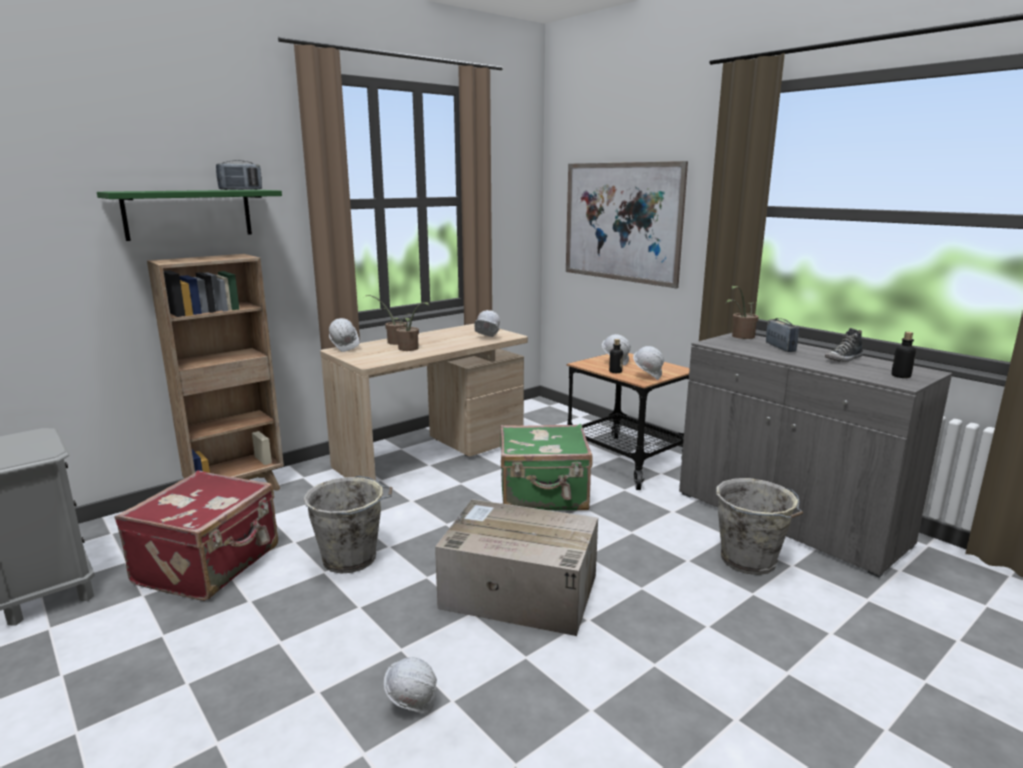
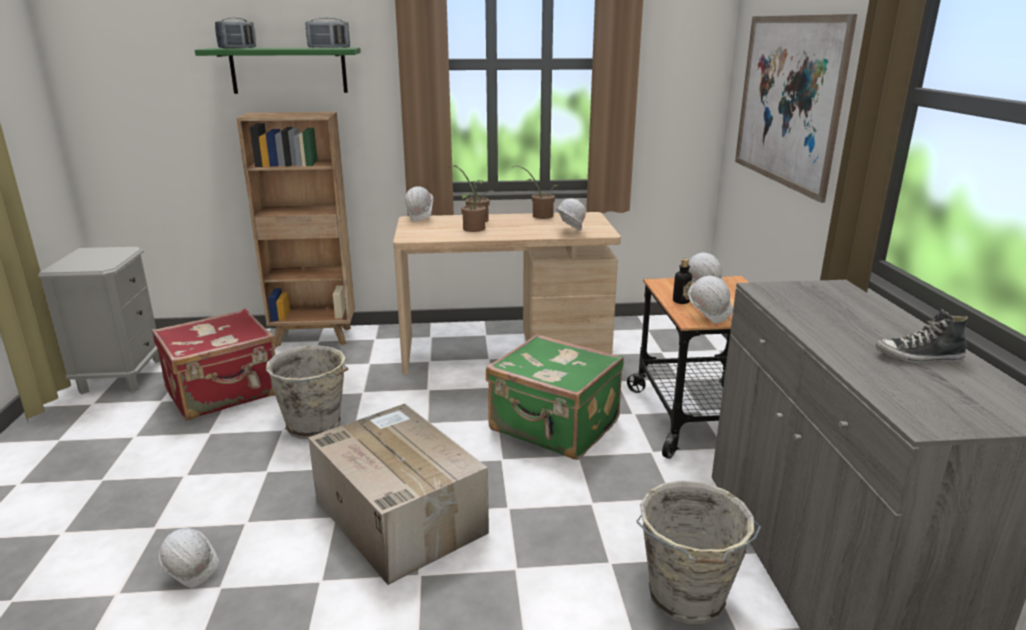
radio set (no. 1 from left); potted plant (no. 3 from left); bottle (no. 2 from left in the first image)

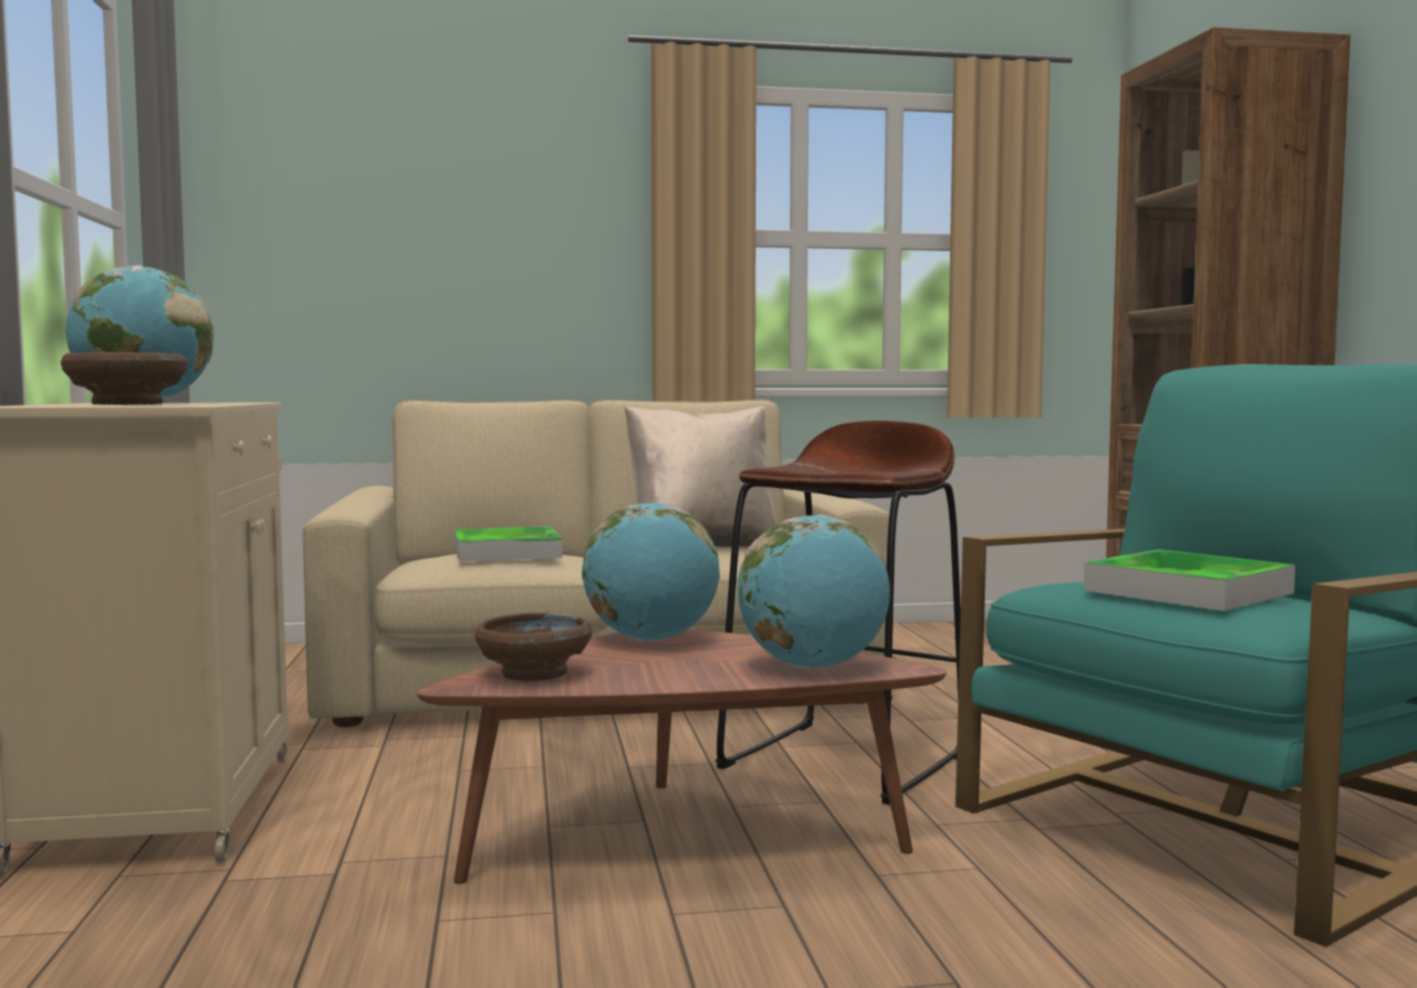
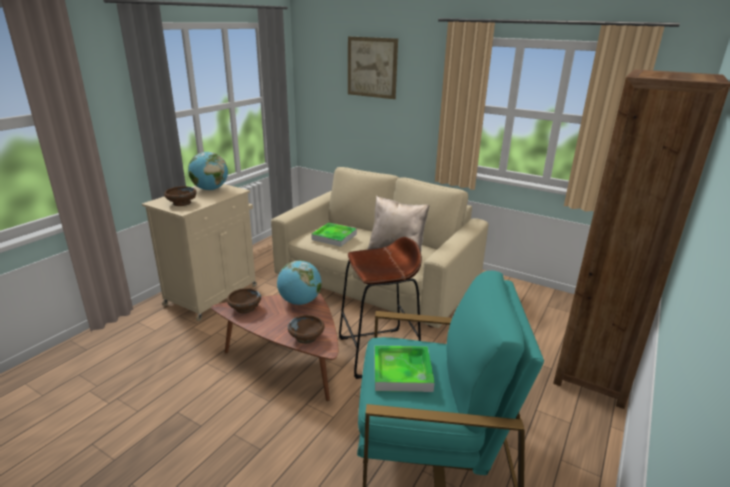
brown bowl (no. 3 from left); wall picture

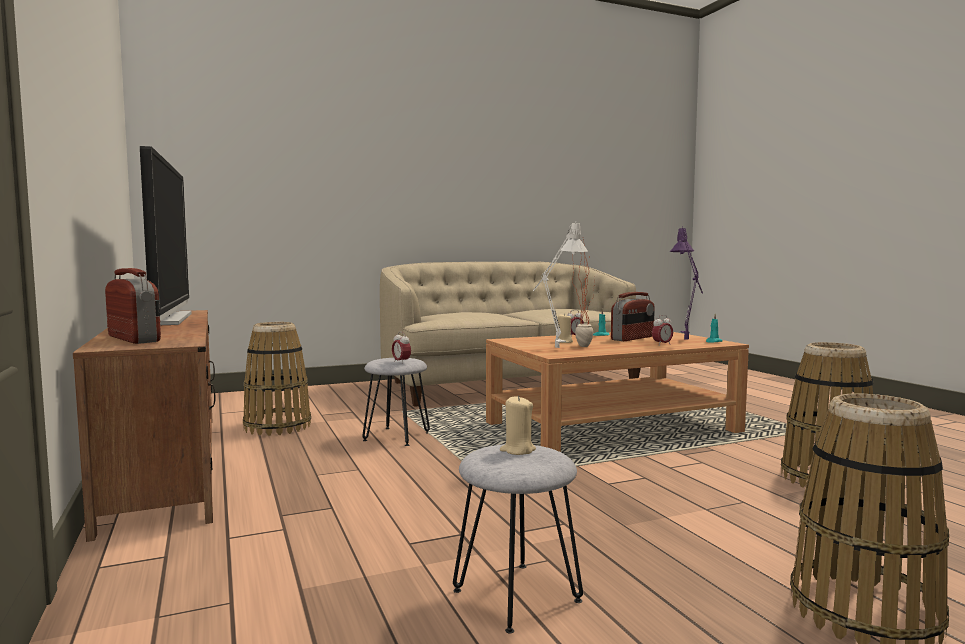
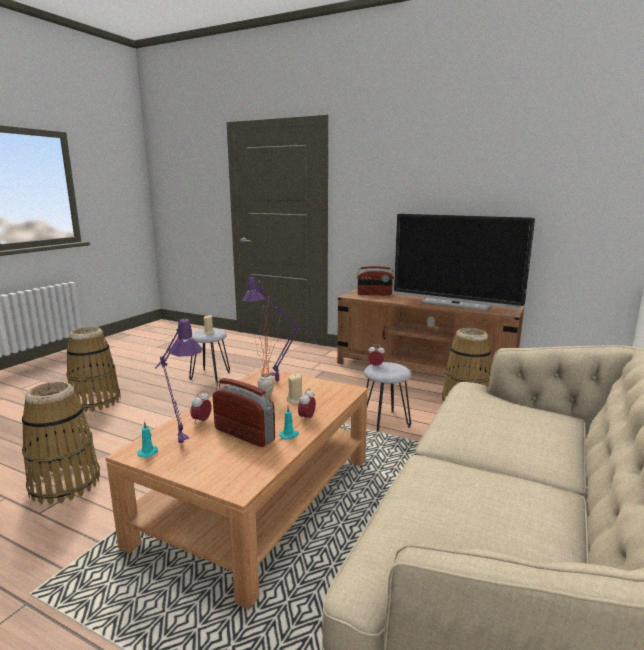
radio set (no. 1 from left); purple-coloured lamp for a table (no. 2 from left)

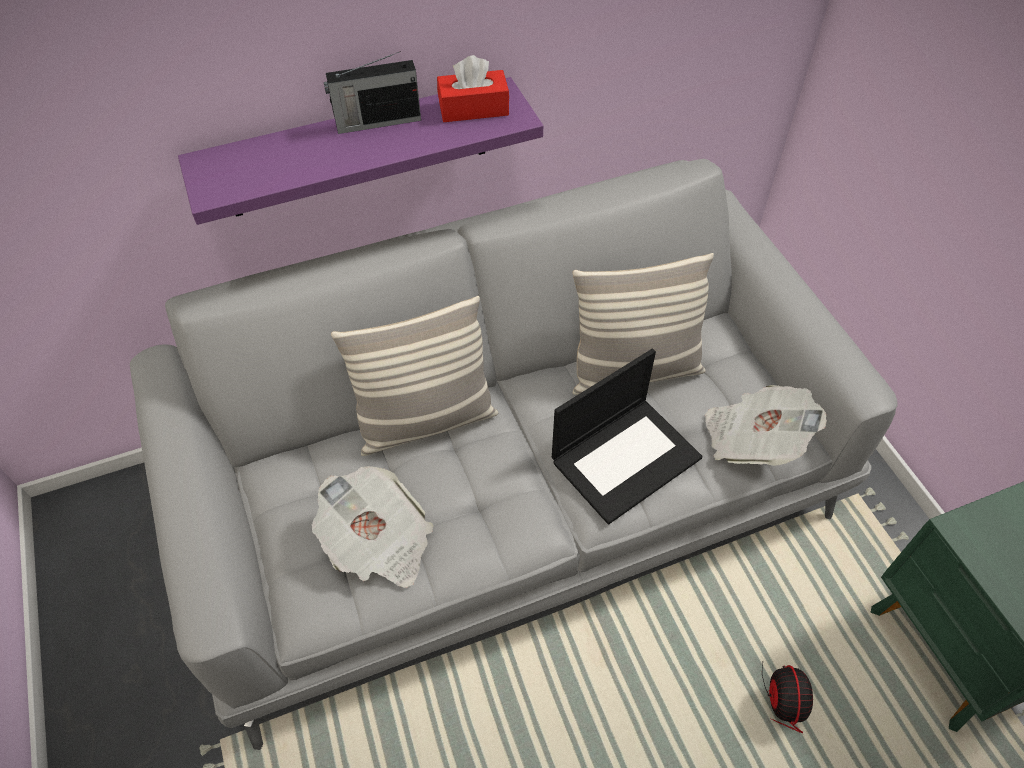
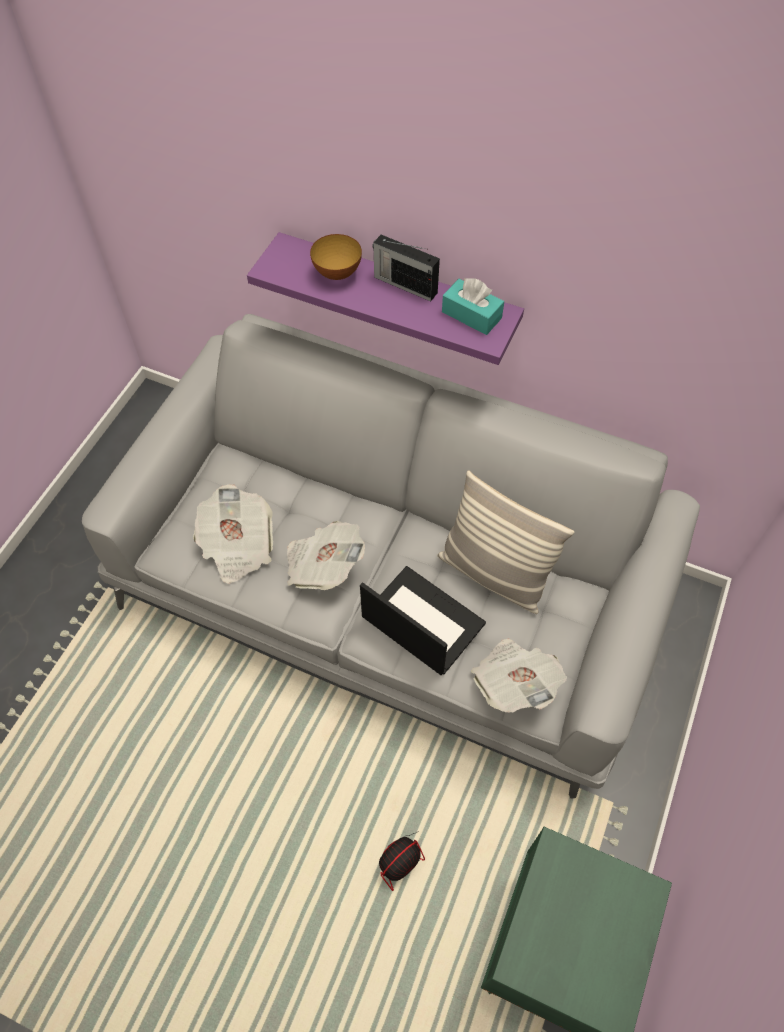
printed paper (no. 2 from left); bowl; portable computer; turquoise tissue holder; pillow (no. 1 from left in the first image)

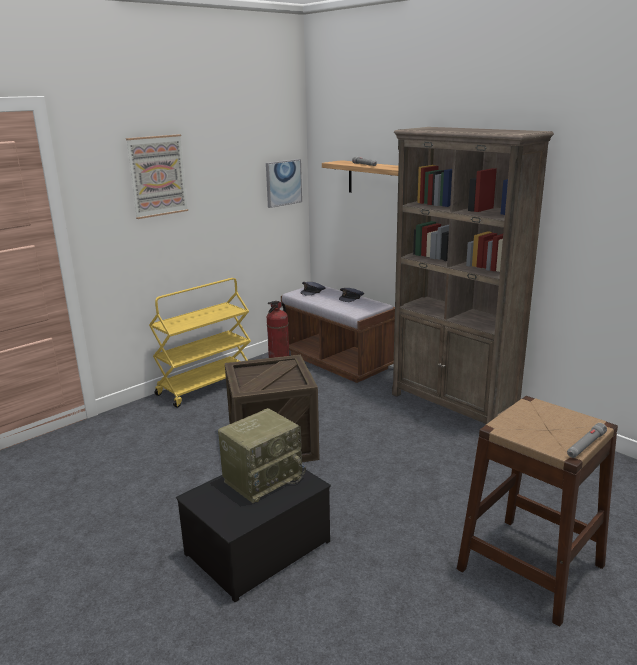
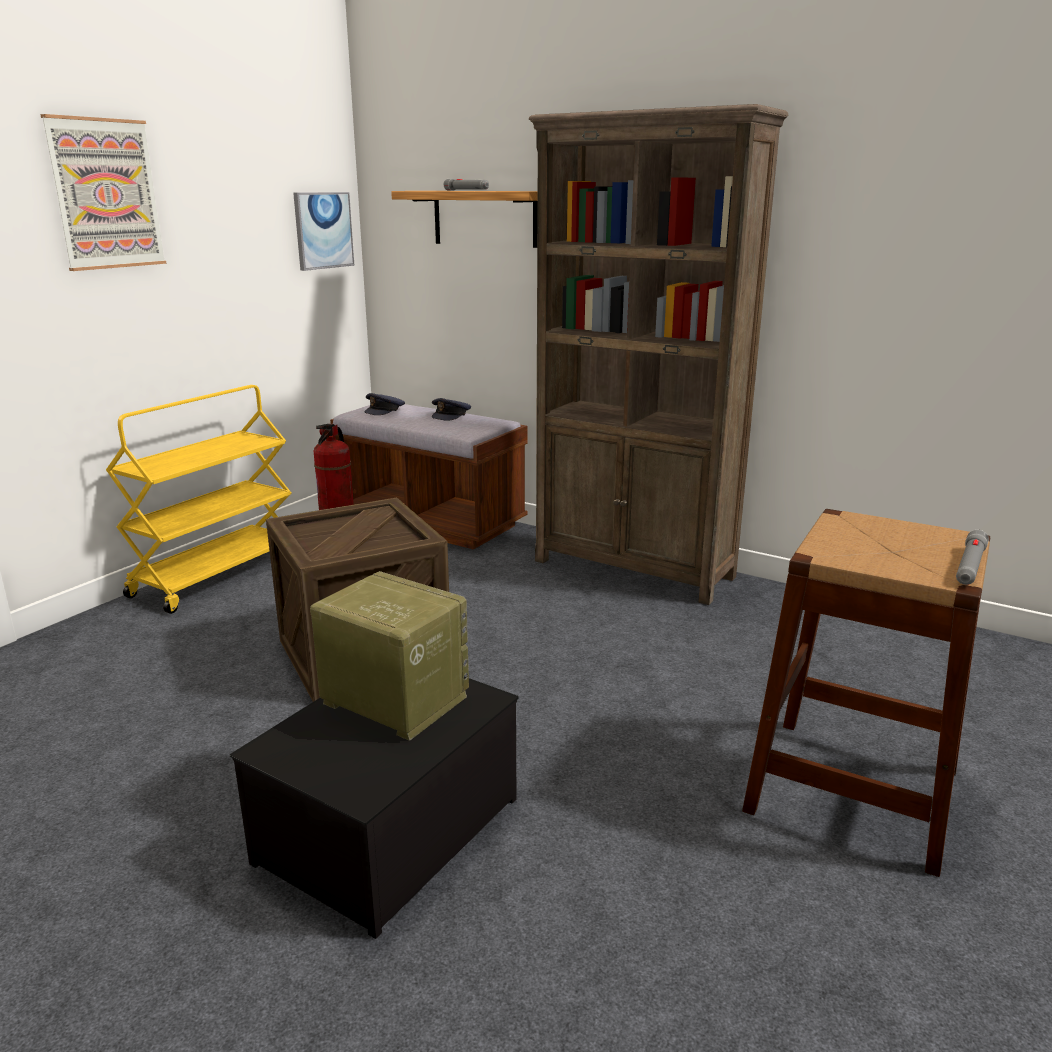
radio set

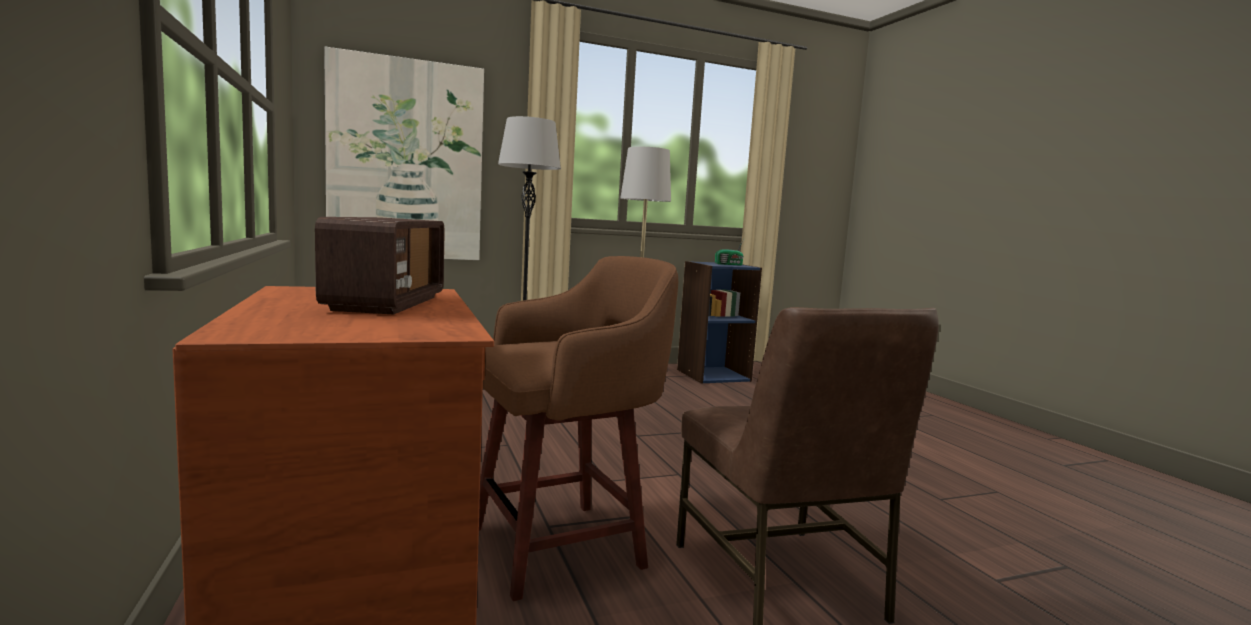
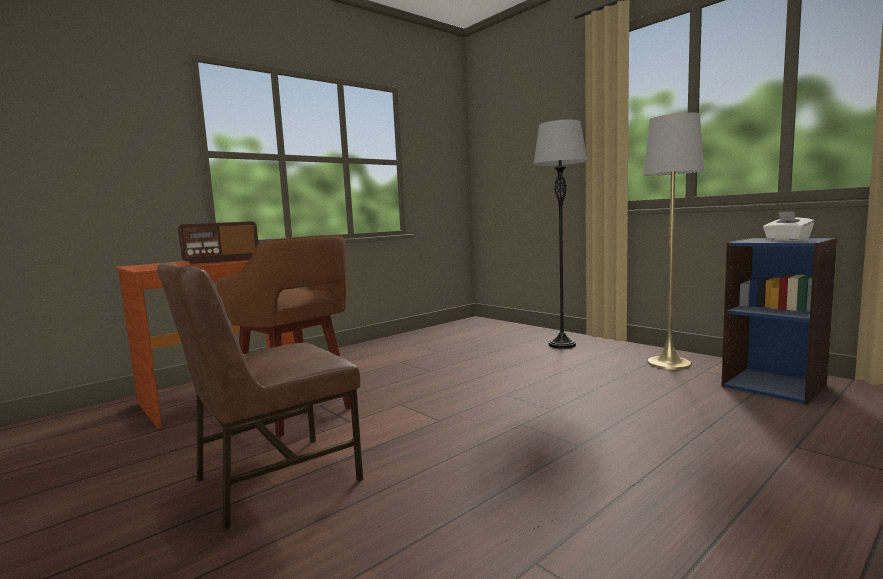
white-coloured tissue holder; wall picture

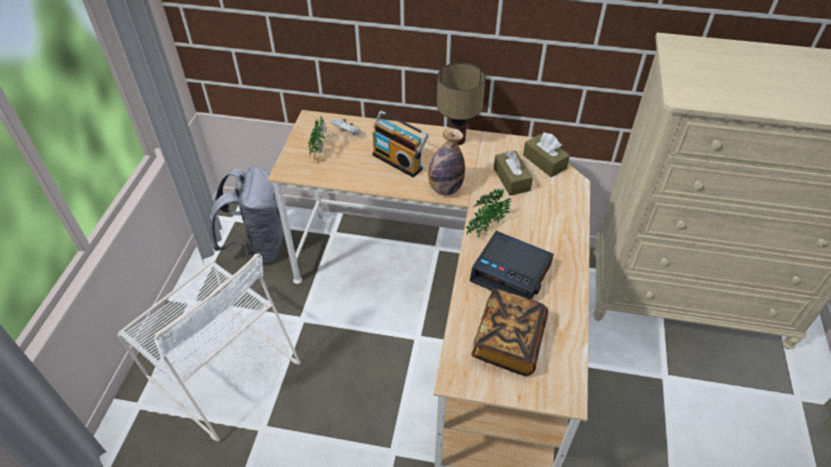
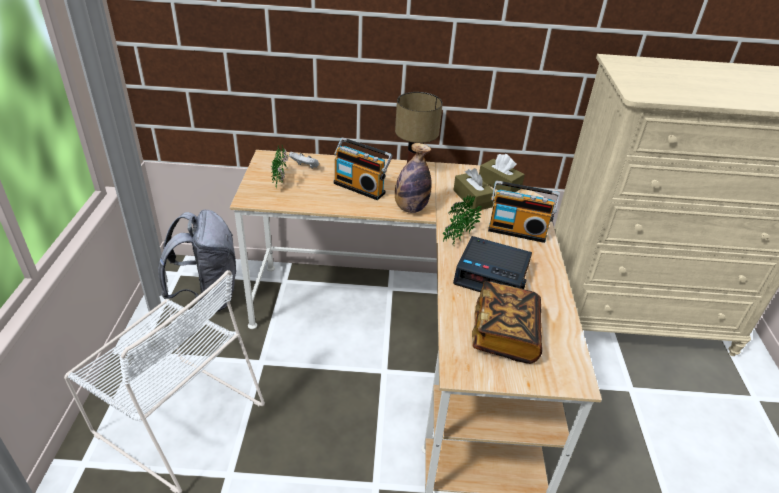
radio set (no. 2 from left)

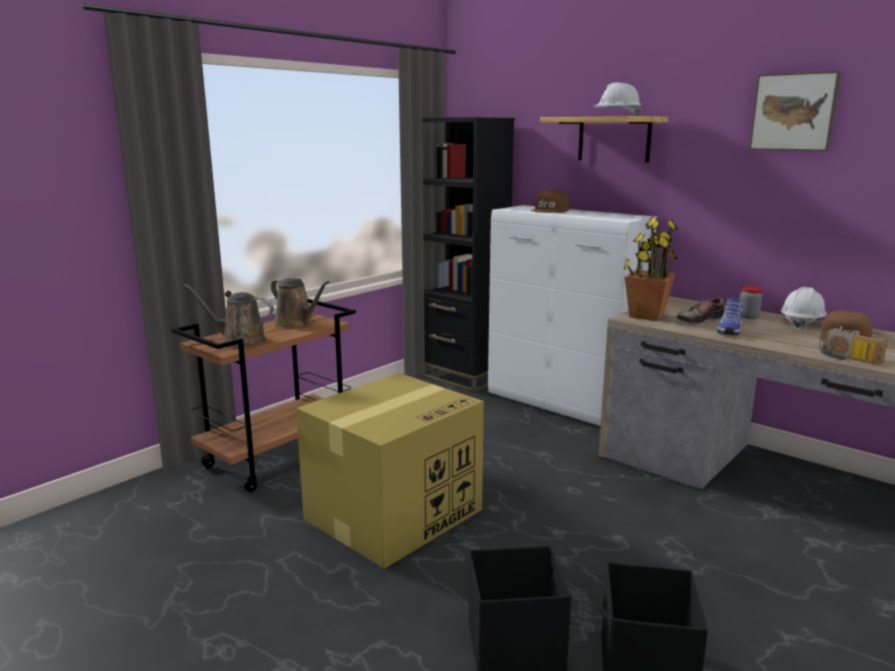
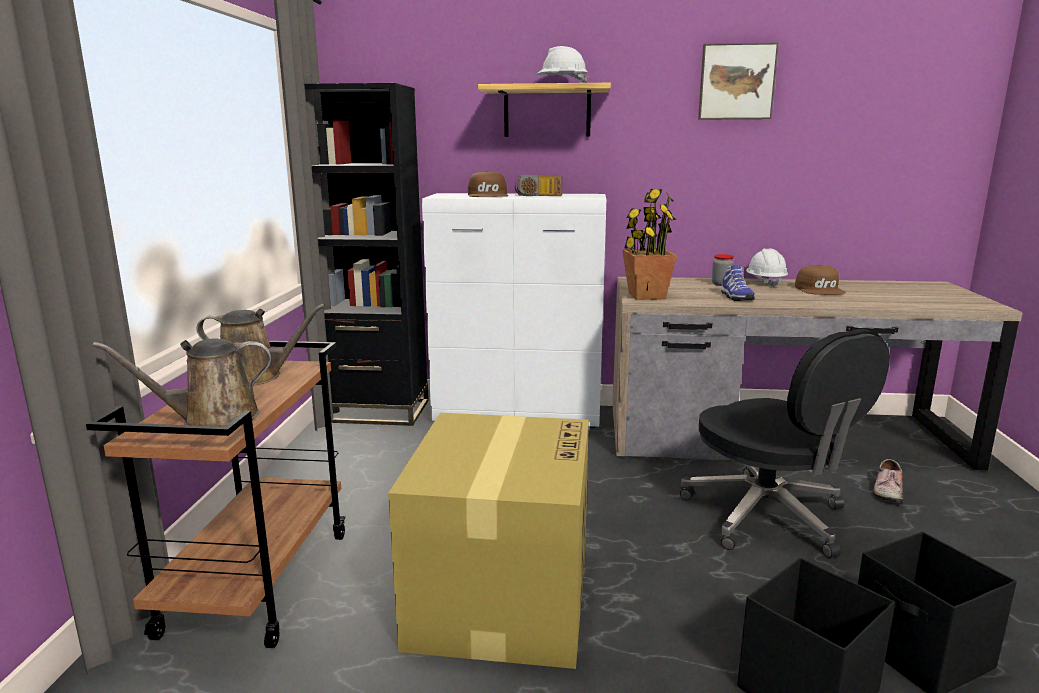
radio set; black-coloured computer chair; low shoe (no. 2 from left)

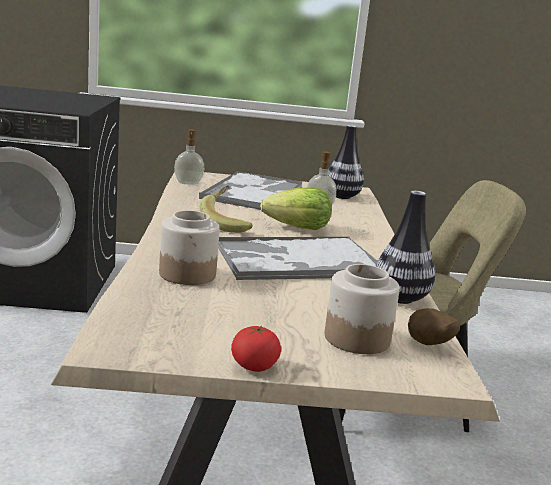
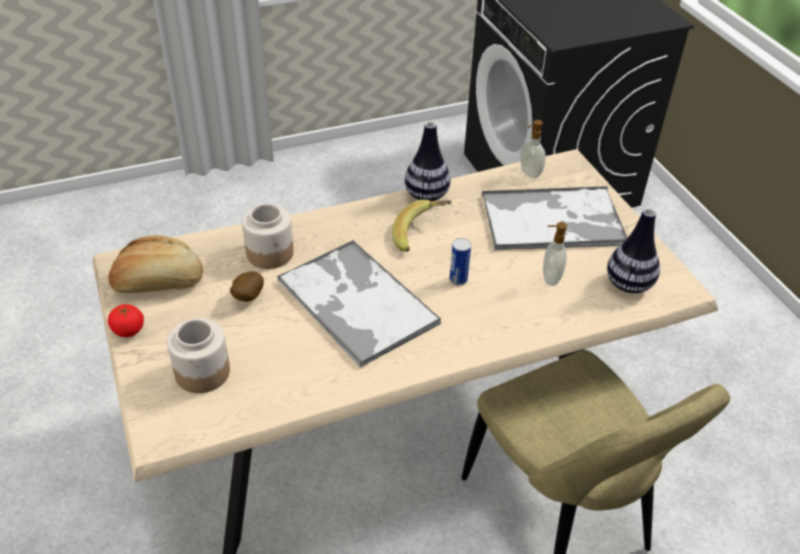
baked bread; spud; decorative vase (no. 1 from left); metal can

